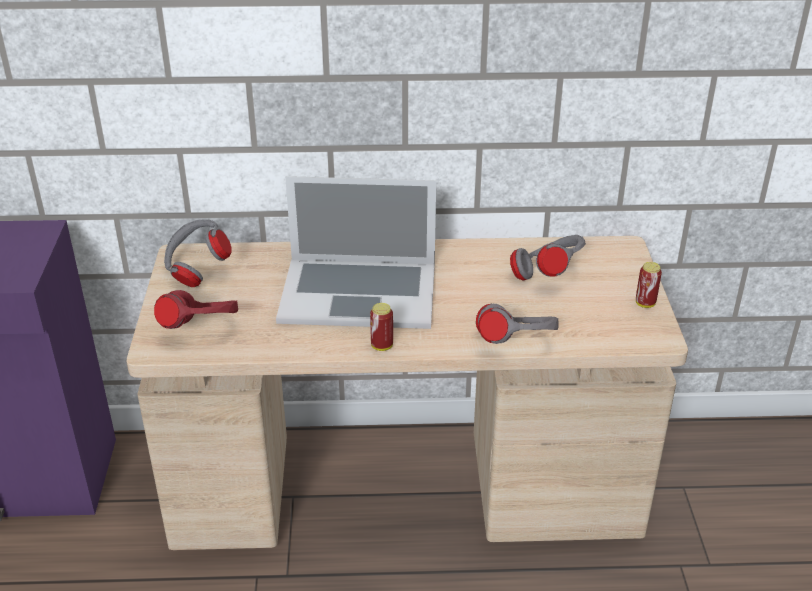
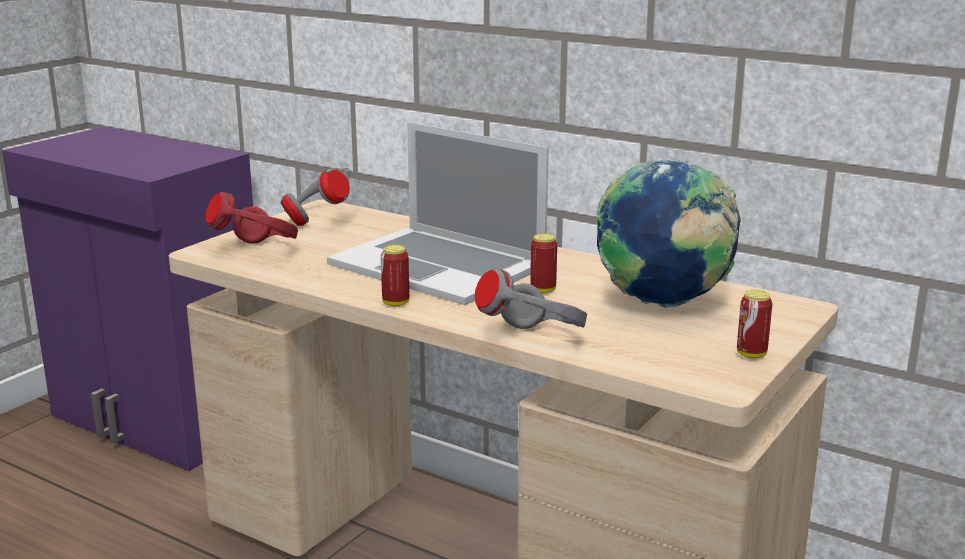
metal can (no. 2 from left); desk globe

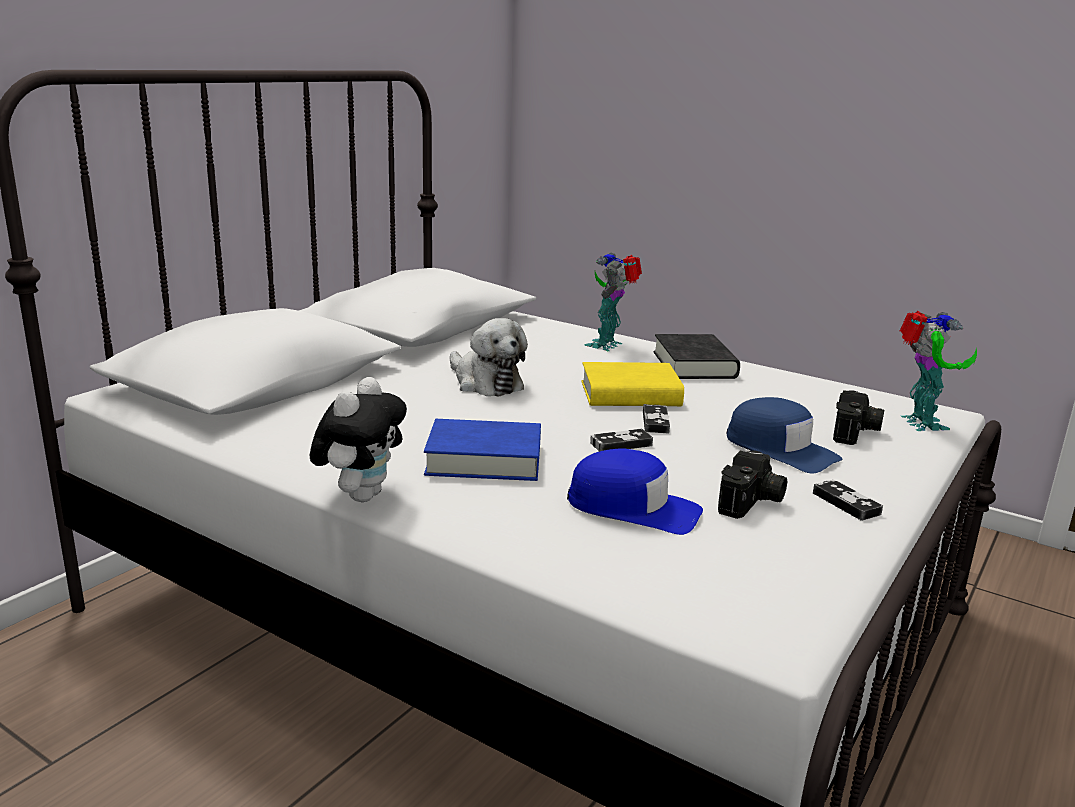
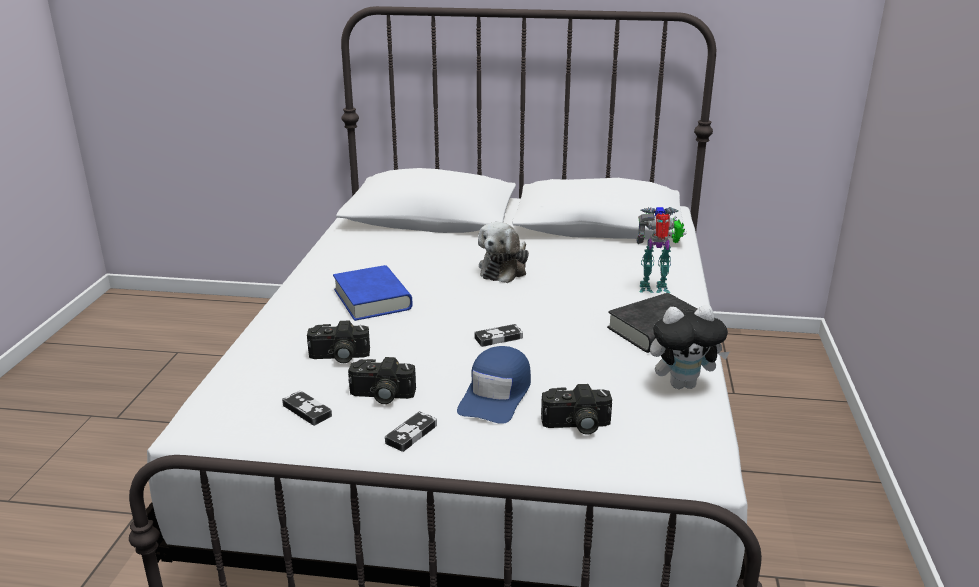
game controller (no. 1 from left); photo camera (no. 1 from left); soft toy (no. 2 from left); yellow bound book; toy robot (no. 2 from left in the first image)

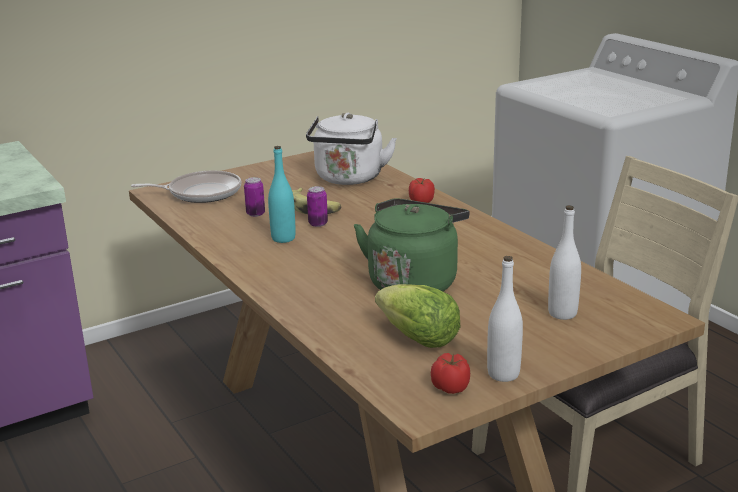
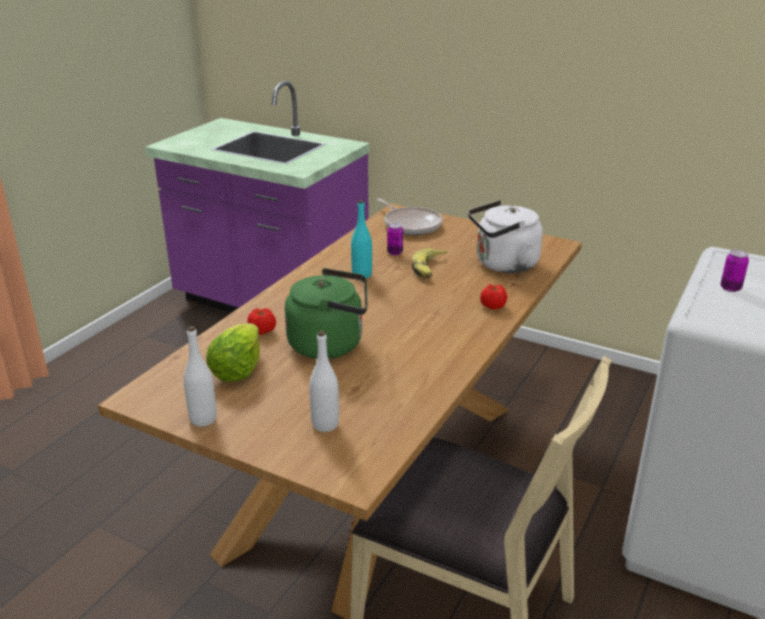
tomato (no. 1 from left); metal can (no. 2 from left)

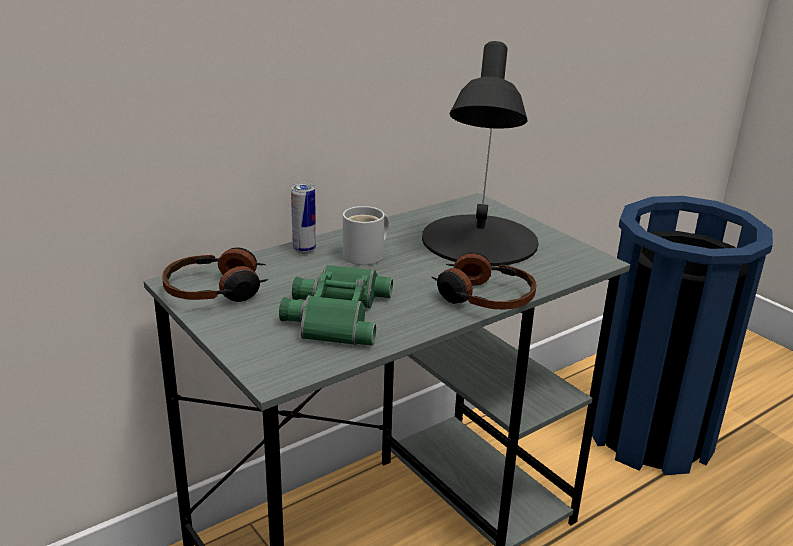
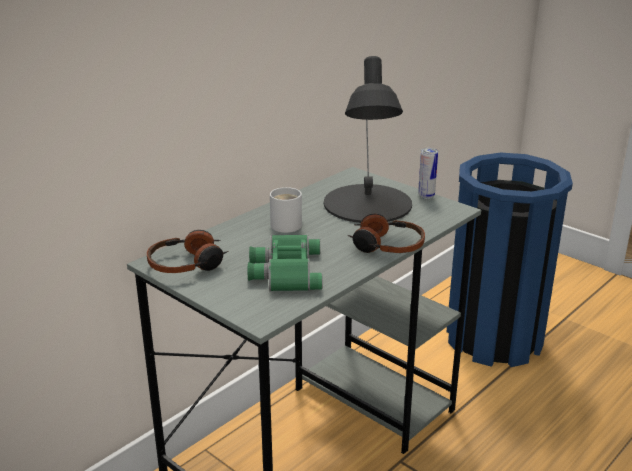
metal can

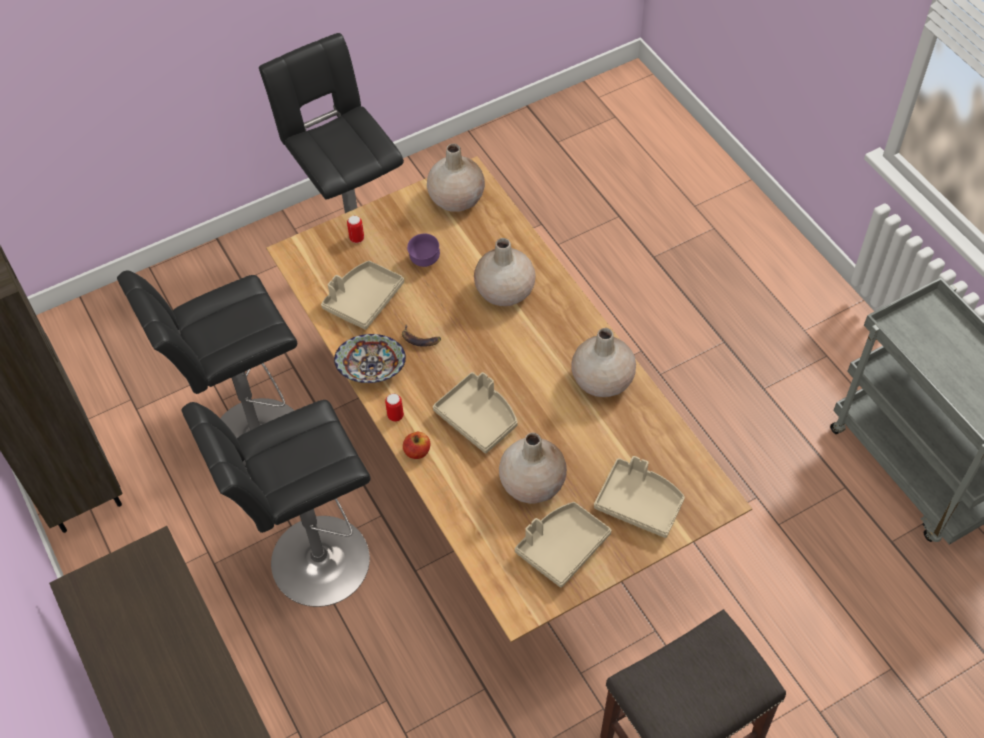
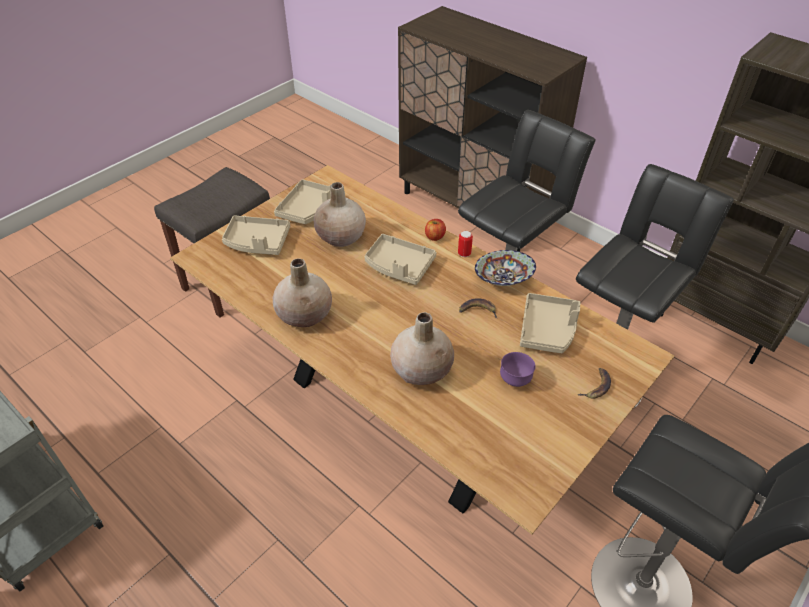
banana (no. 2 from left); beige-coloured decorative vase (no. 1 from left in the first image)

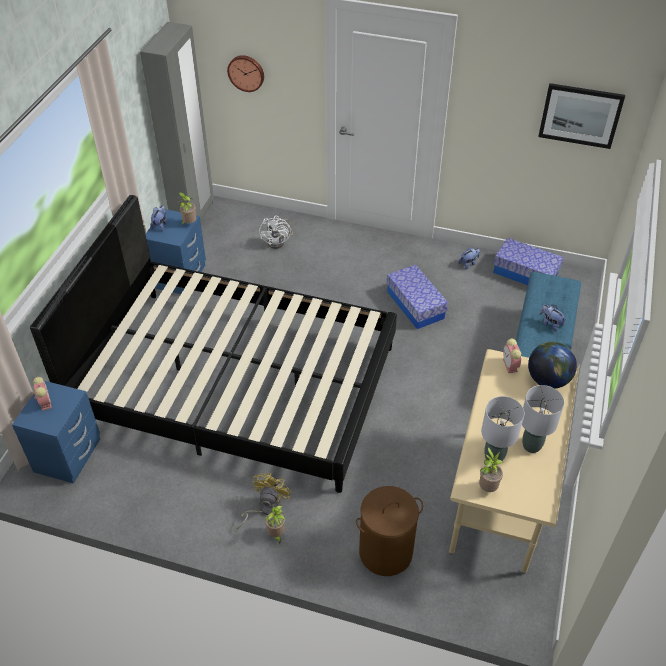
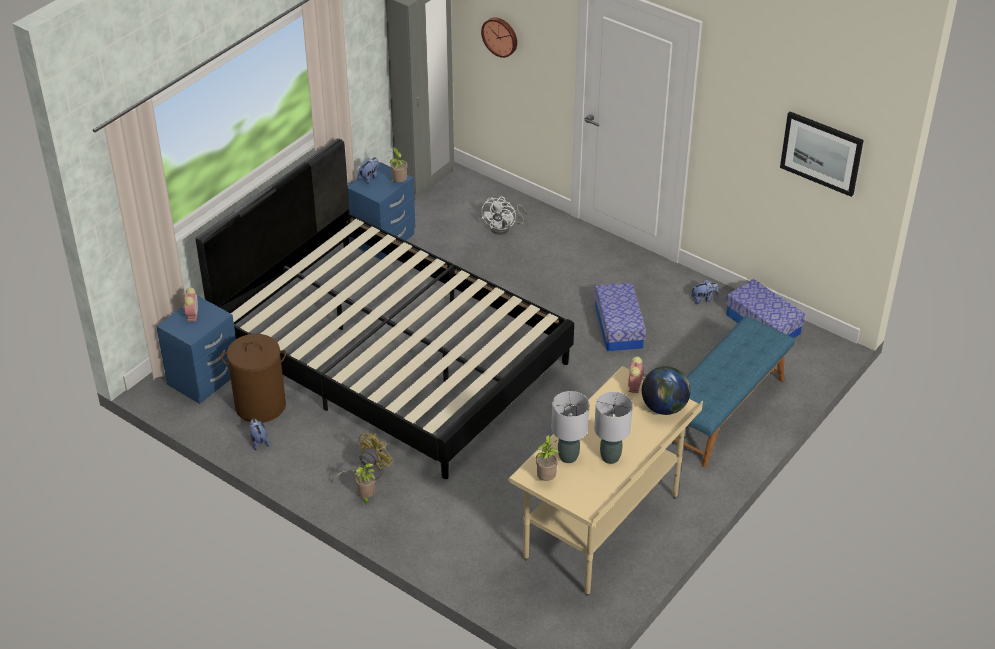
brown washing basket; soft toy (no. 1 from left)

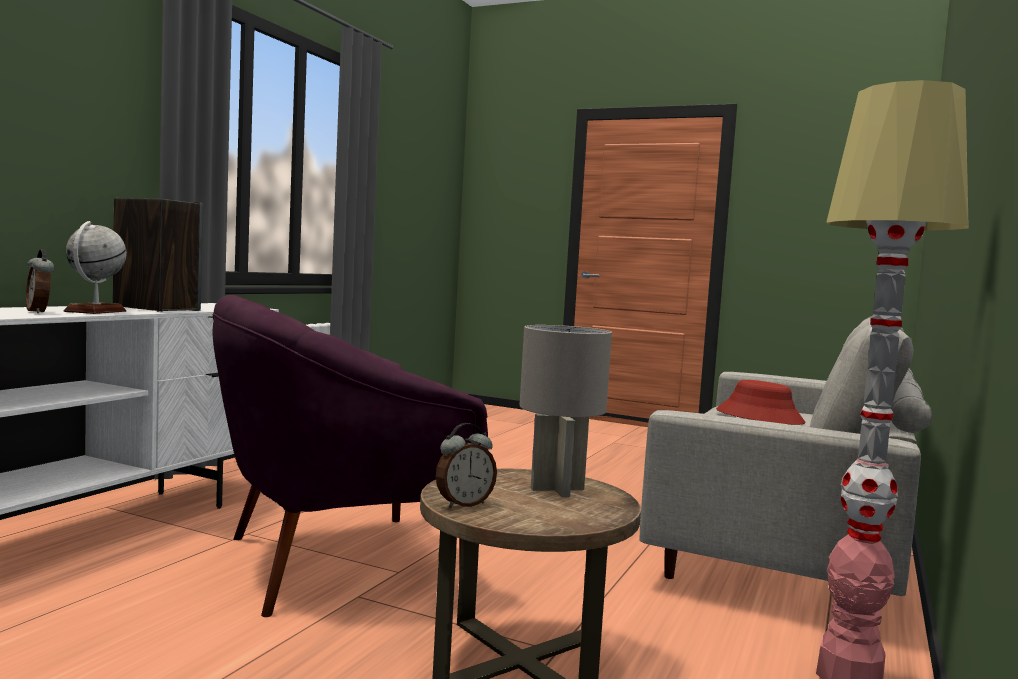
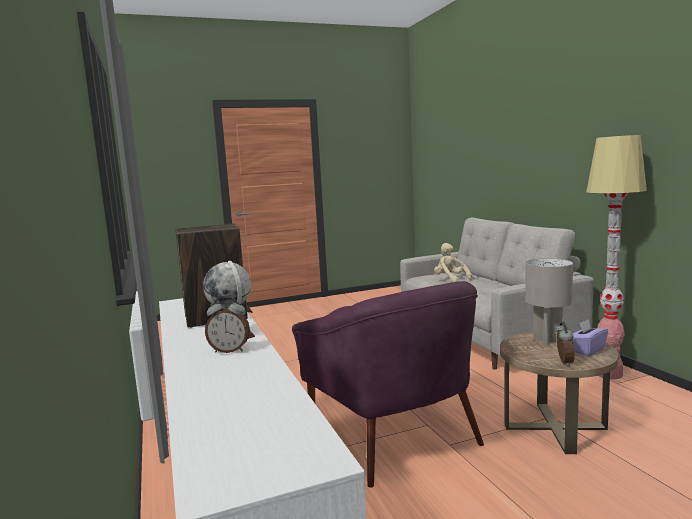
purple-coloured lounge chair; beige-coloured soft toy; purple-coloured tissue holder

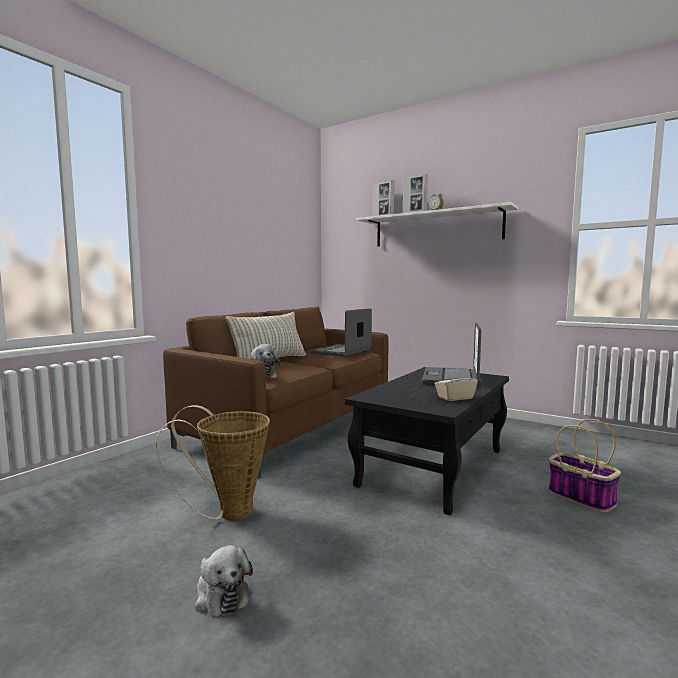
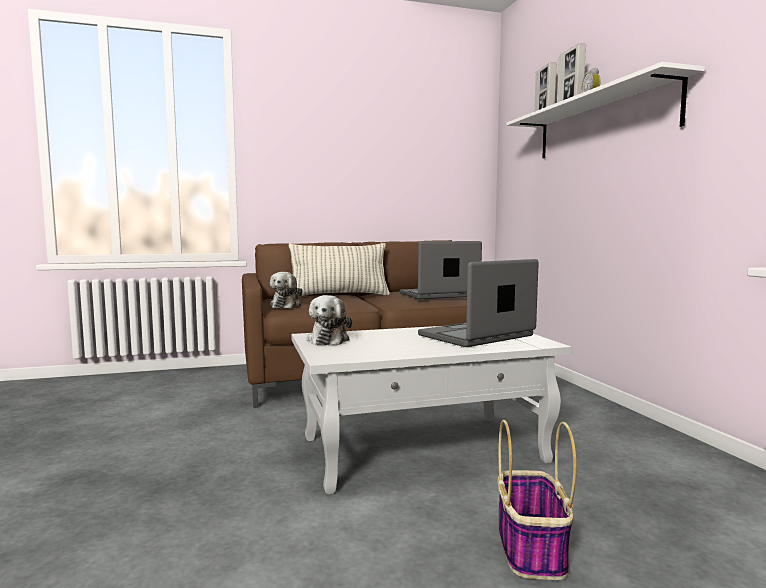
white-coloured lounge table; soft toy (no. 2 from left); household basket (no. 1 from left in the first image); beige-coloured tissue holder

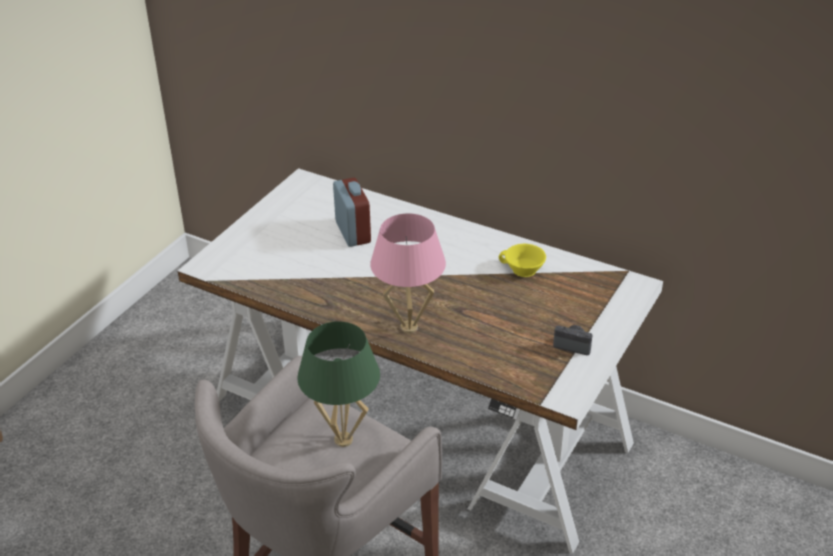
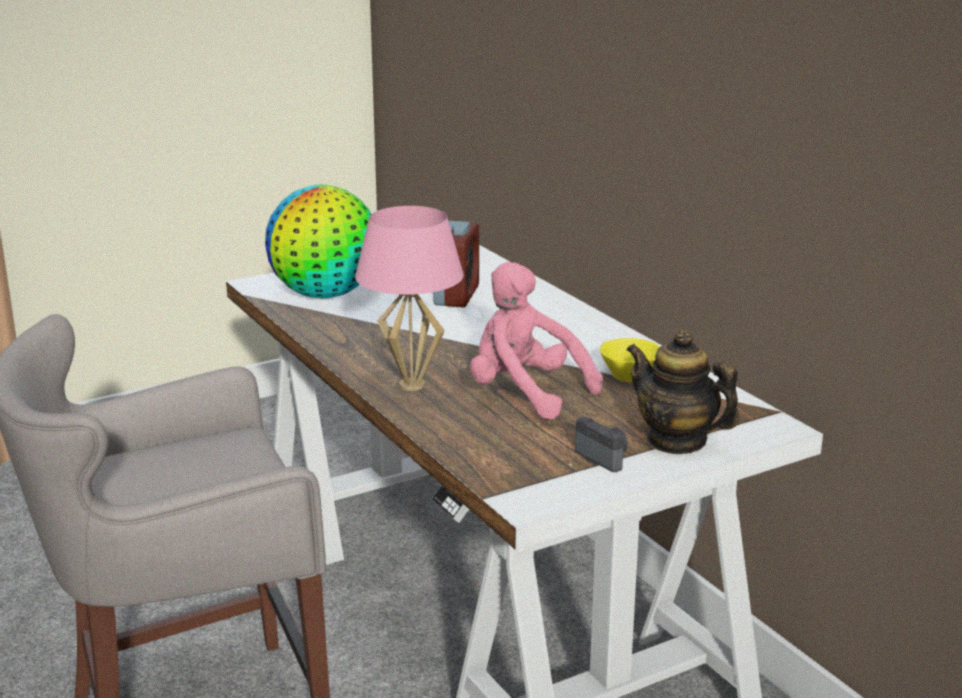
desk globe; pink-coloured soft toy; pot for tea; greenish lamp for a table

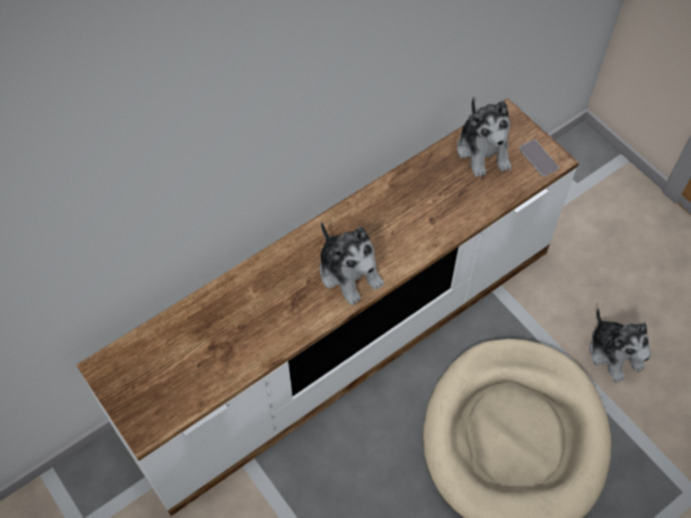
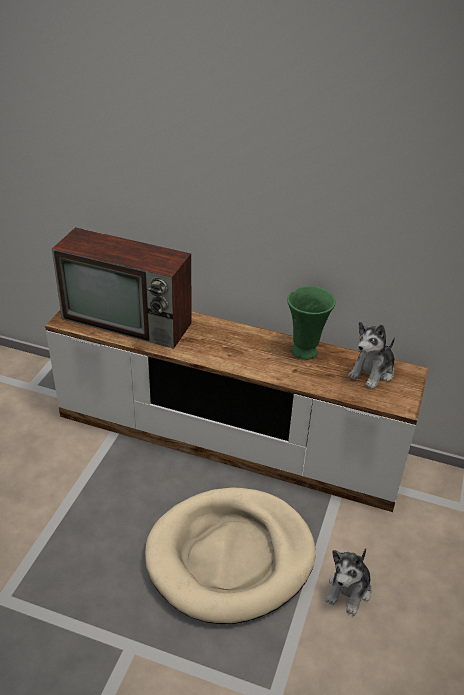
TV; greenish decorative vase; soft toy (no. 1 from left in the first image); phone

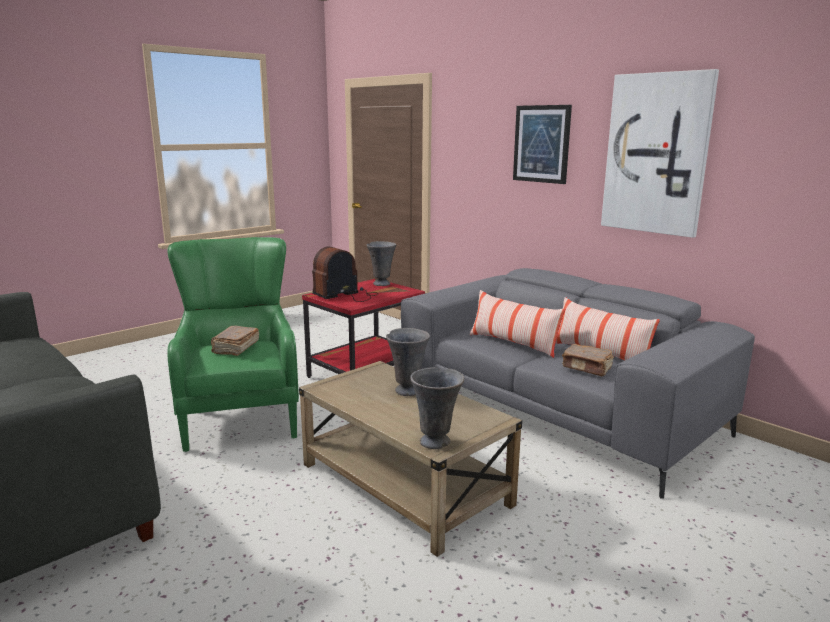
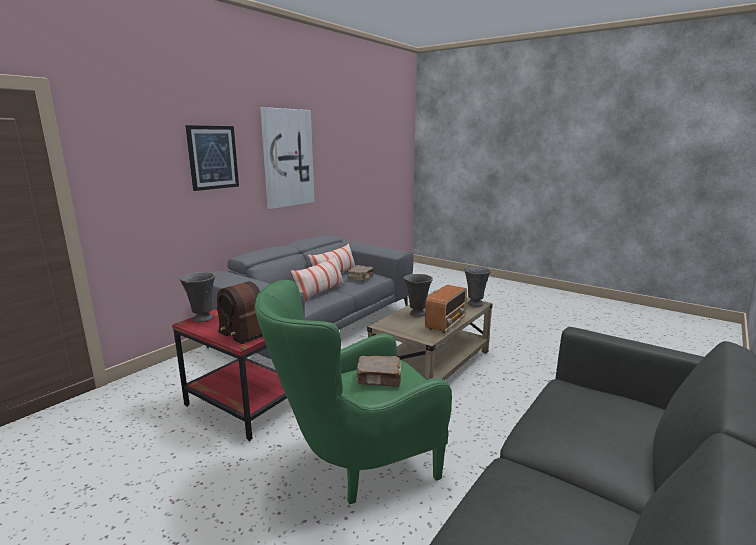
radio set (no. 2 from left)

